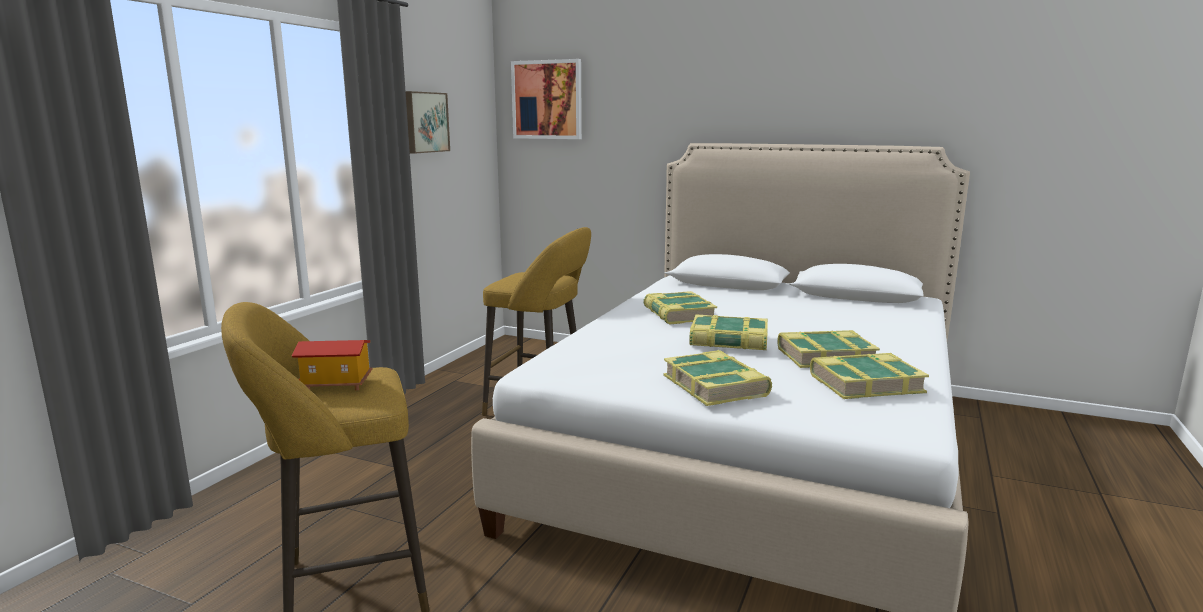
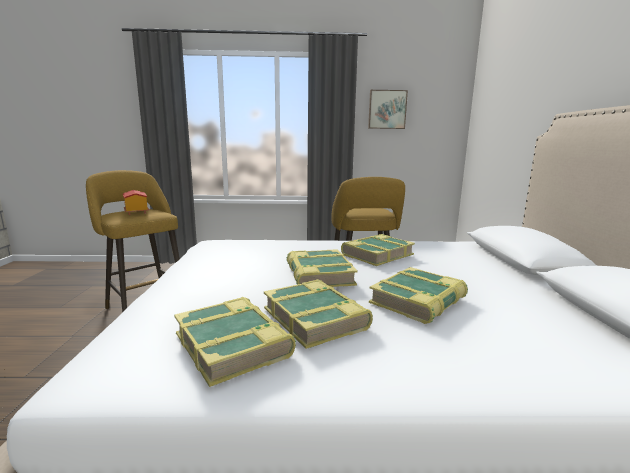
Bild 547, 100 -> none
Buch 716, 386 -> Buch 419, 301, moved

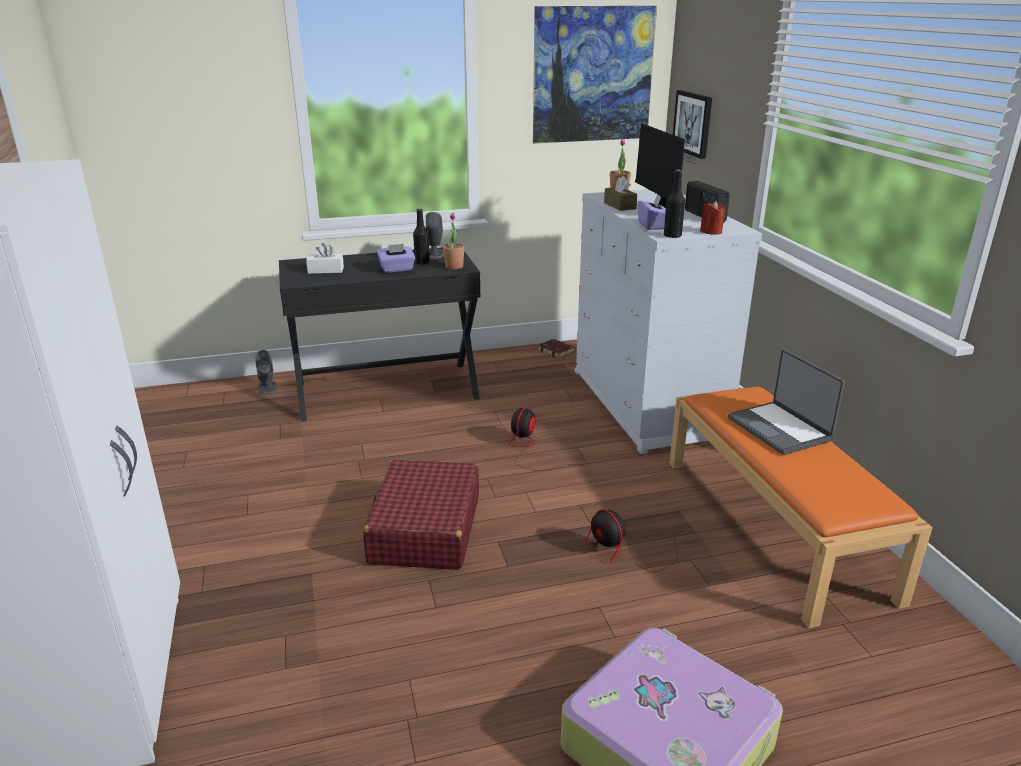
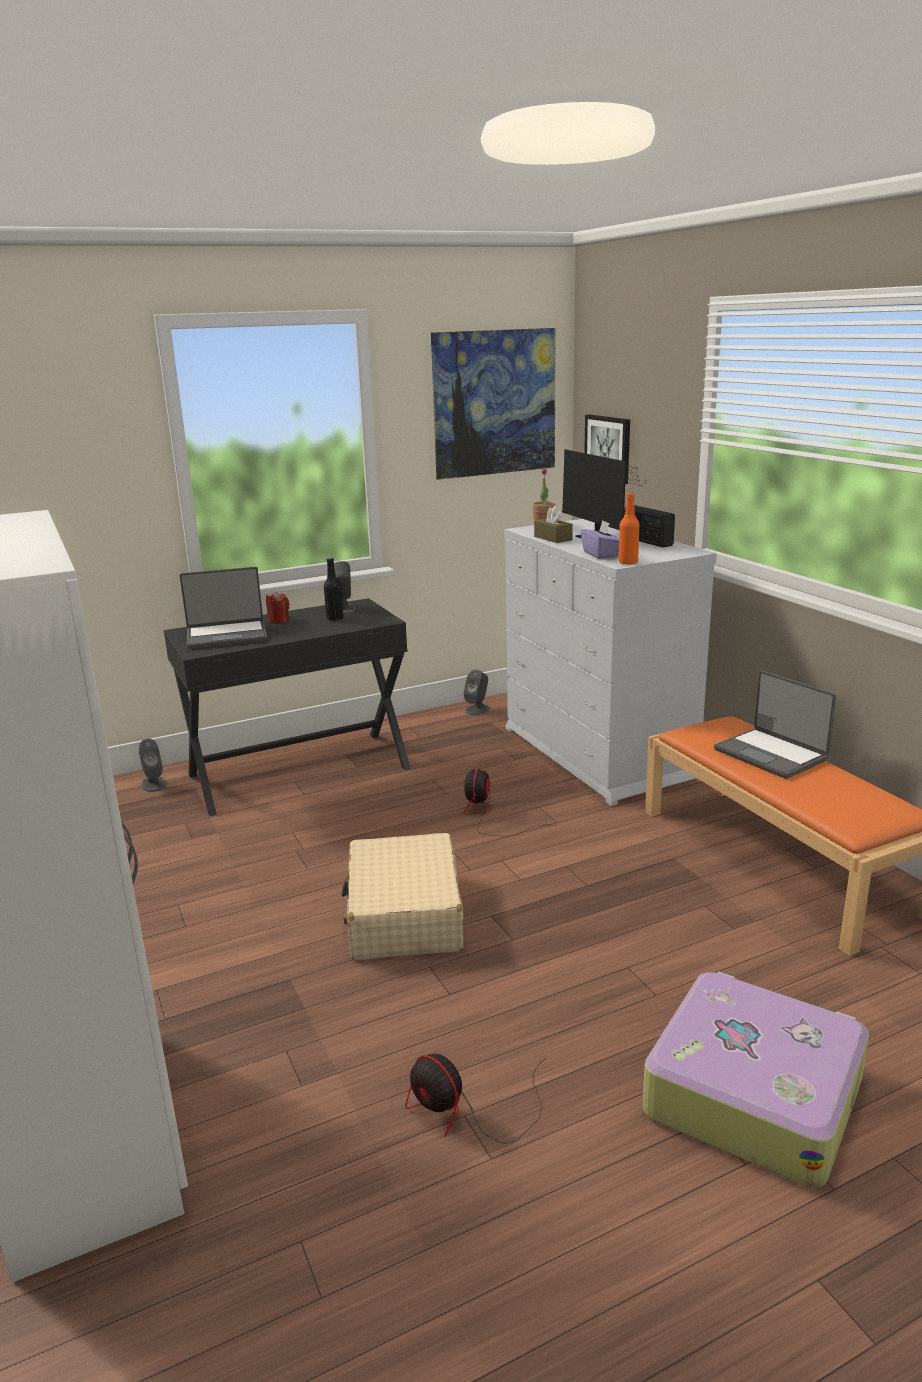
Flasche/schwarz 672, 236 -> Flasche/orange 628, 563
Kerze/rot 711, 231 -> Kerze/rot 279, 620, moved
Topfpflanze 454, 266 -> none
Taschentuchbox/weiß 326, 270 -> Laptop 227, 636
Taschentuchbox/lila 397, 269 -> none
Buch/braun 556, 351 -> Lautsprecher/grau 477, 709
Koffer/rot 425, 530 -> Koffer/beige 404, 915
Ventilator 627, 551 -> Ventilator 467, 1111, moved

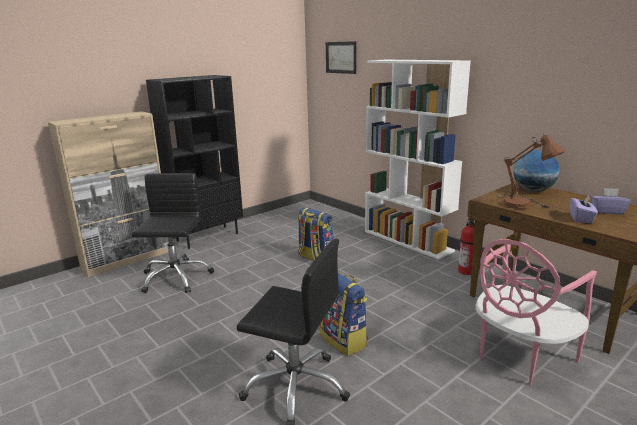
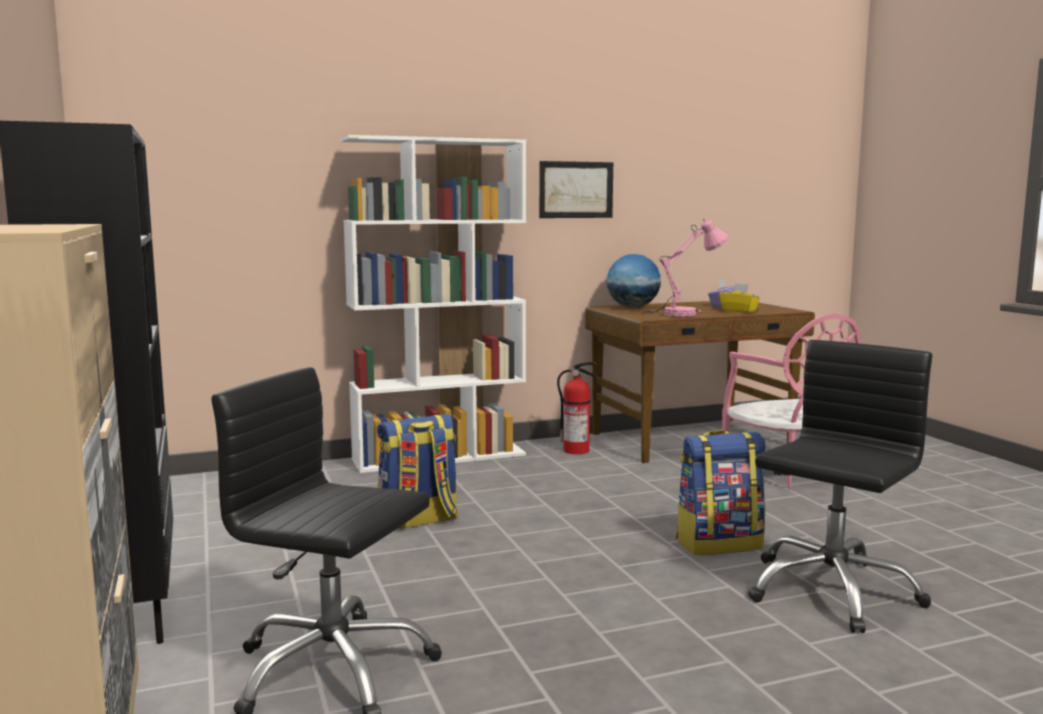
Bild 341, 57 -> Bild 576, 190, moved
Tischlampe/braun 524, 205 -> Tischlampe/rosa 682, 314
Taschentuchbox/lila 581, 218 -> Taschentuchbox/gelb 739, 311

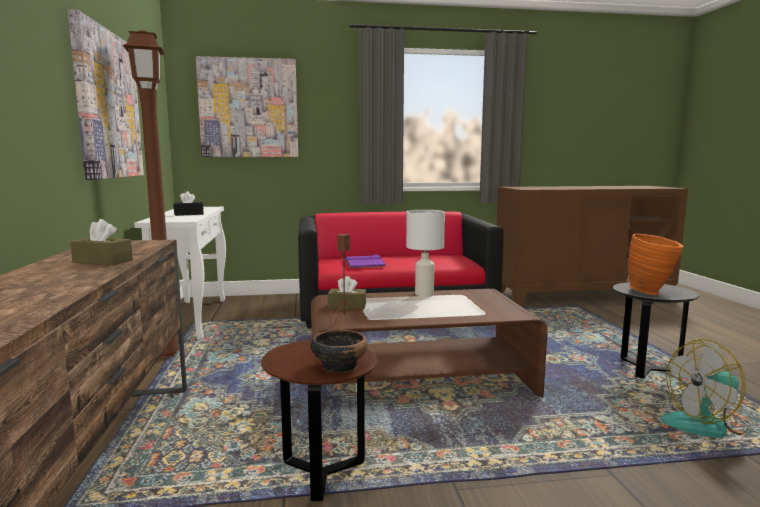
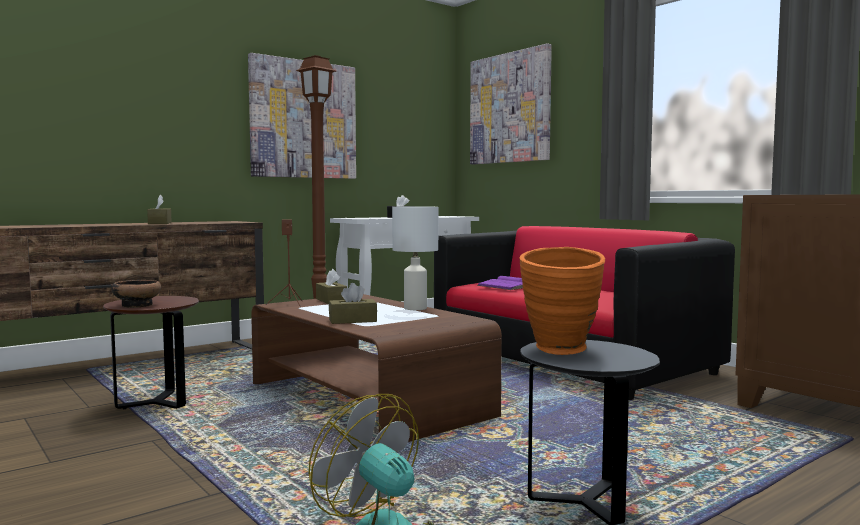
none -> Taschentuchbox/braun 352, 320

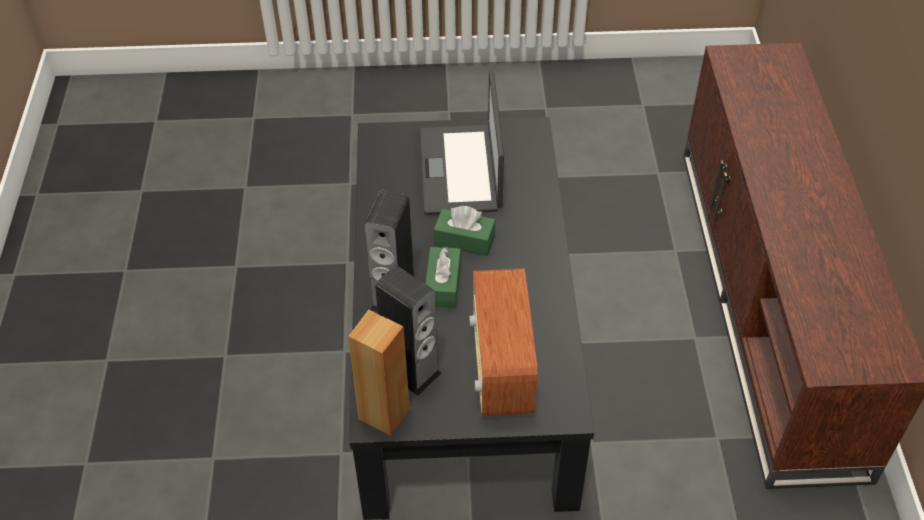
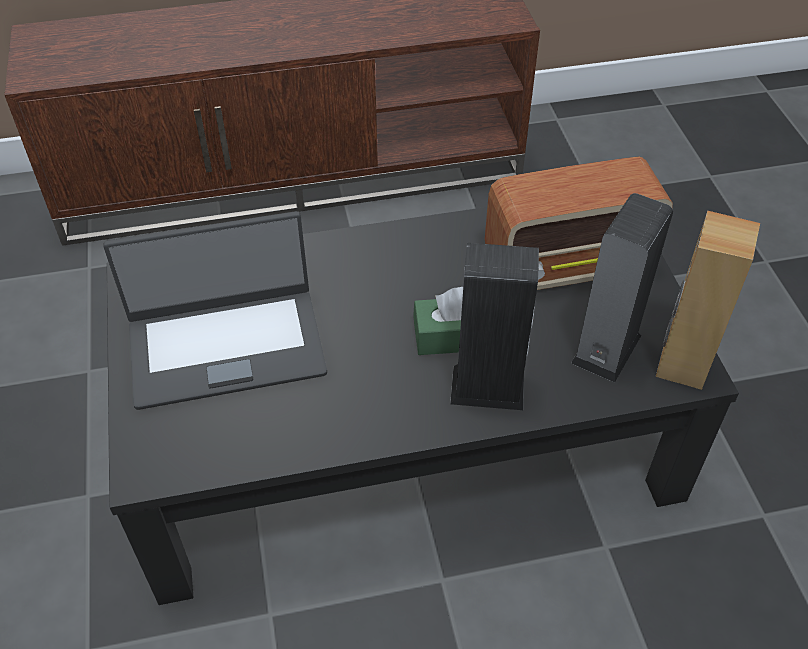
Taschentuchbox/grün 464, 240 -> none

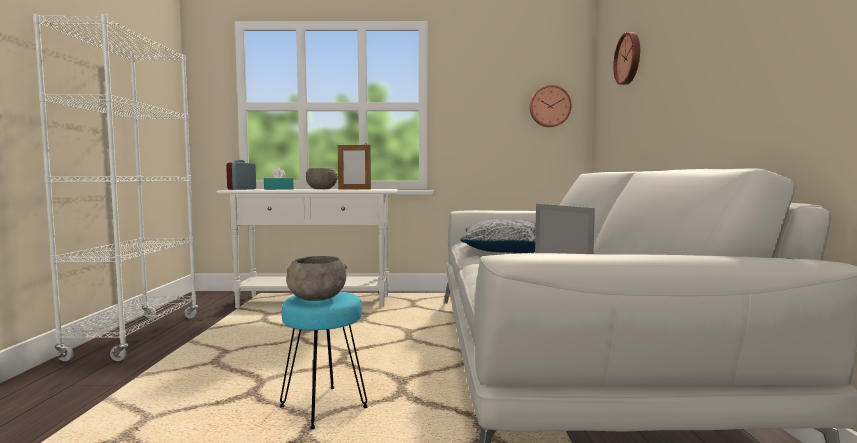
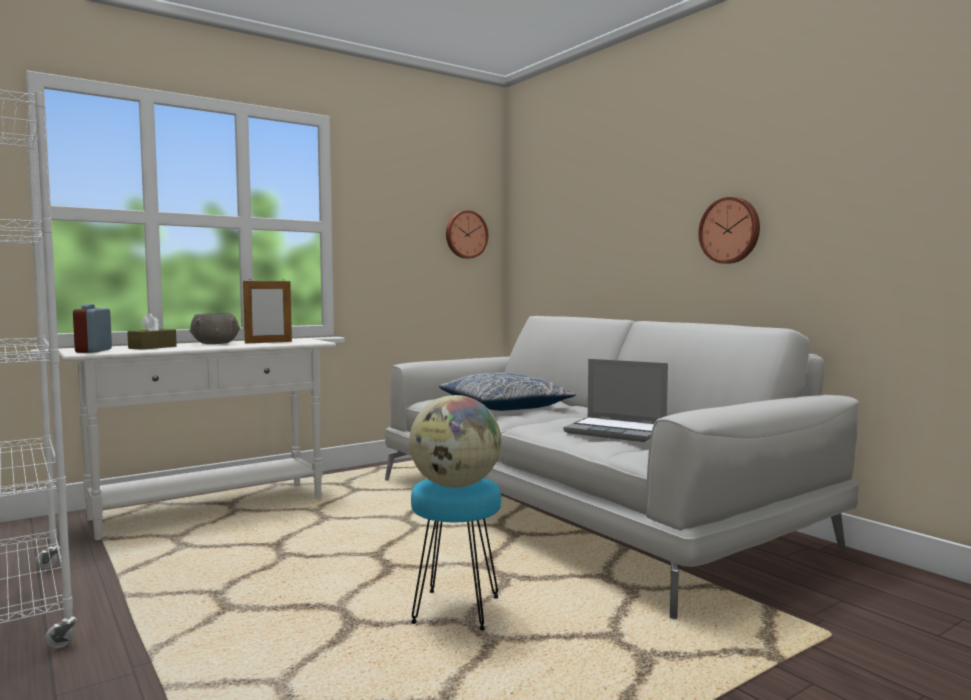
Wanduhr 629, 58 -> Wanduhr 730, 230, moved
Taschentuchbox/türkis 278, 189 -> Taschentuchbox/braun 152, 347
Schüssel/grau 316, 298 -> Globus 455, 486

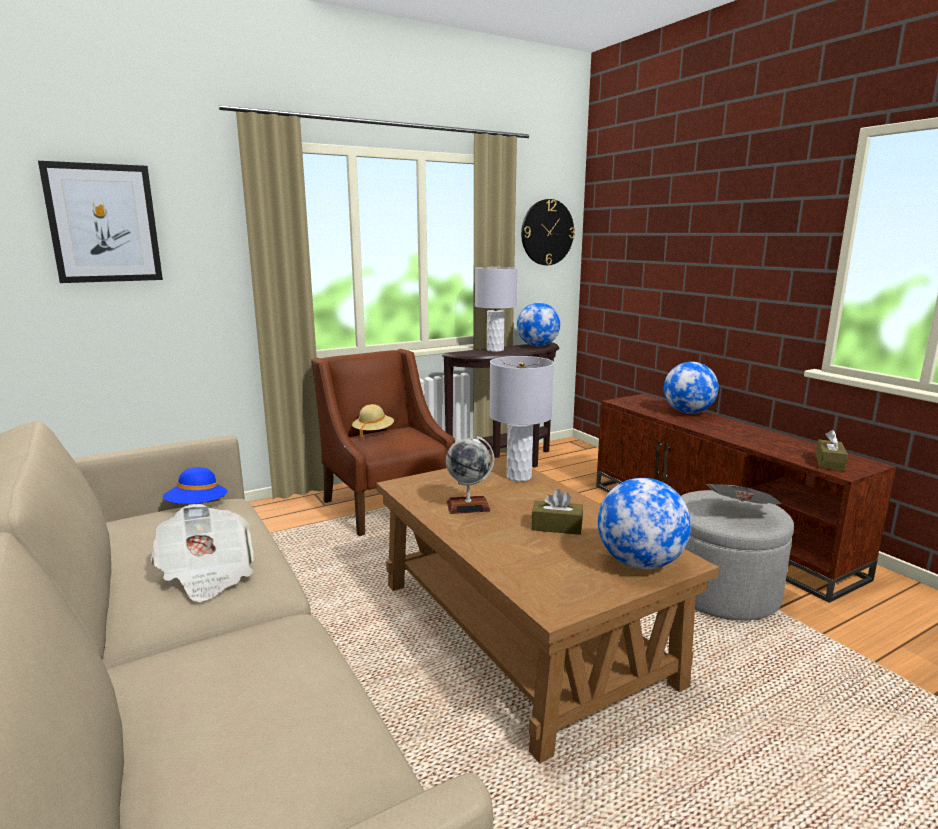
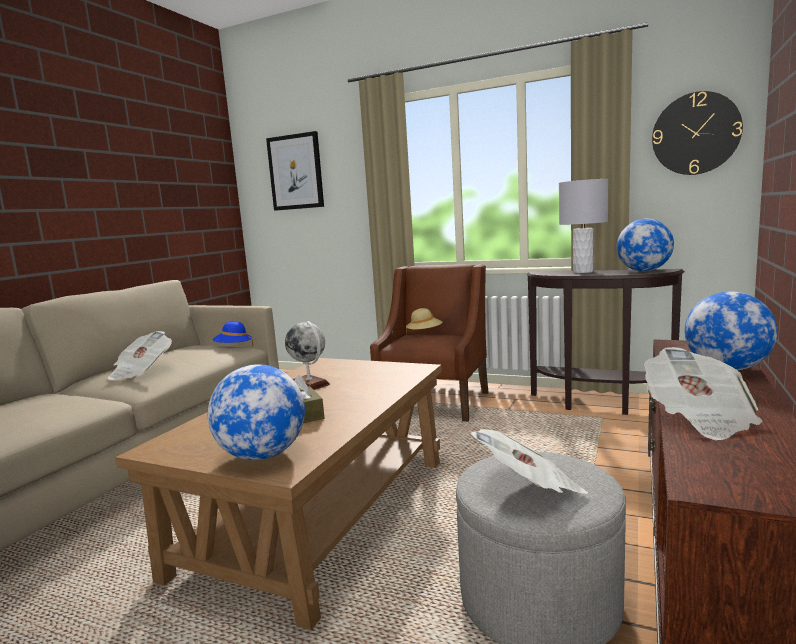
Tischlampe/grau 519, 477 -> none
Taschentuchbox/braun 829, 463 -> none
none -> Zeitung 698, 418

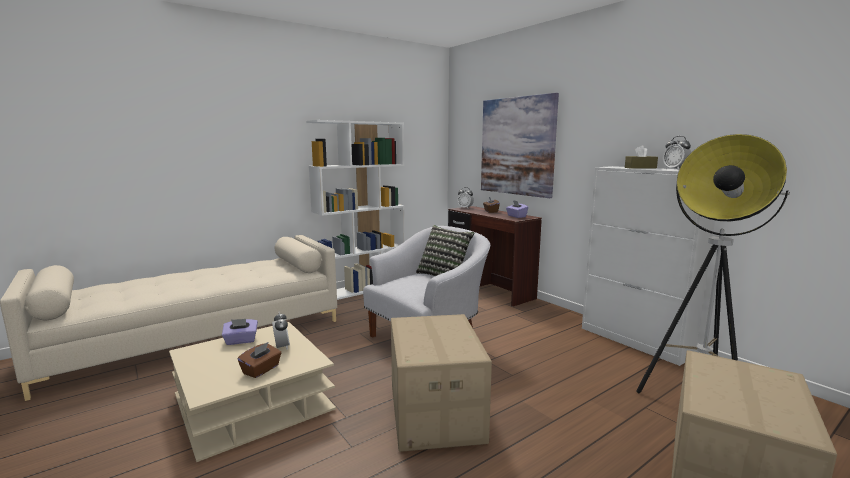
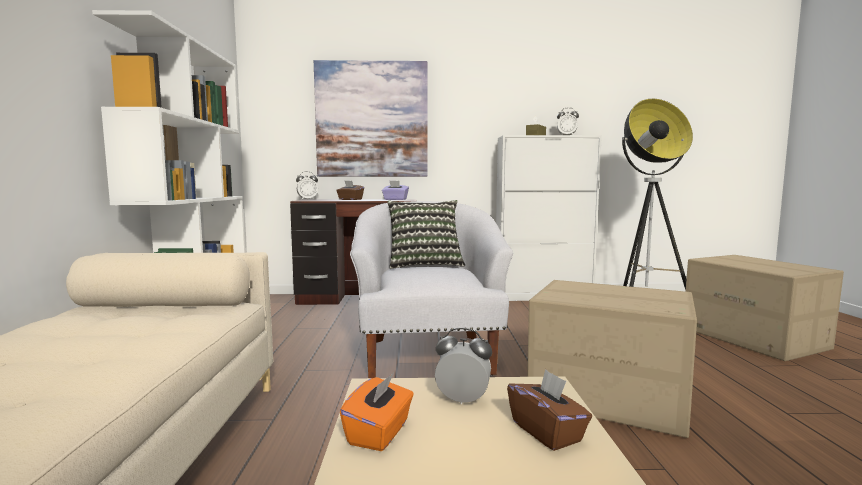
Taschentuchbox/lila 241, 341 -> Taschentuchbox/orange 379, 433

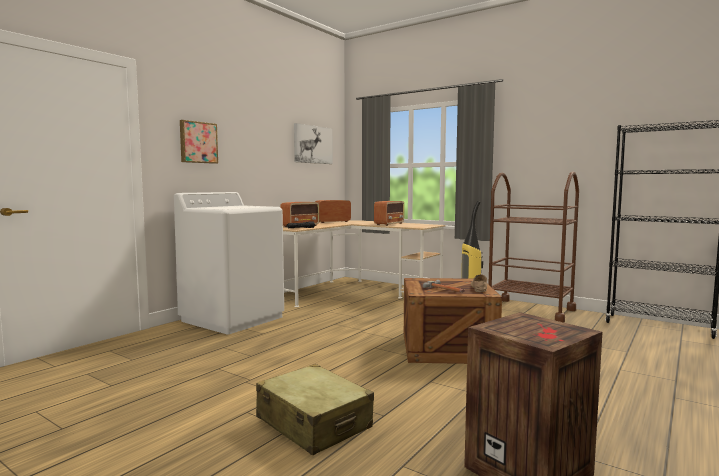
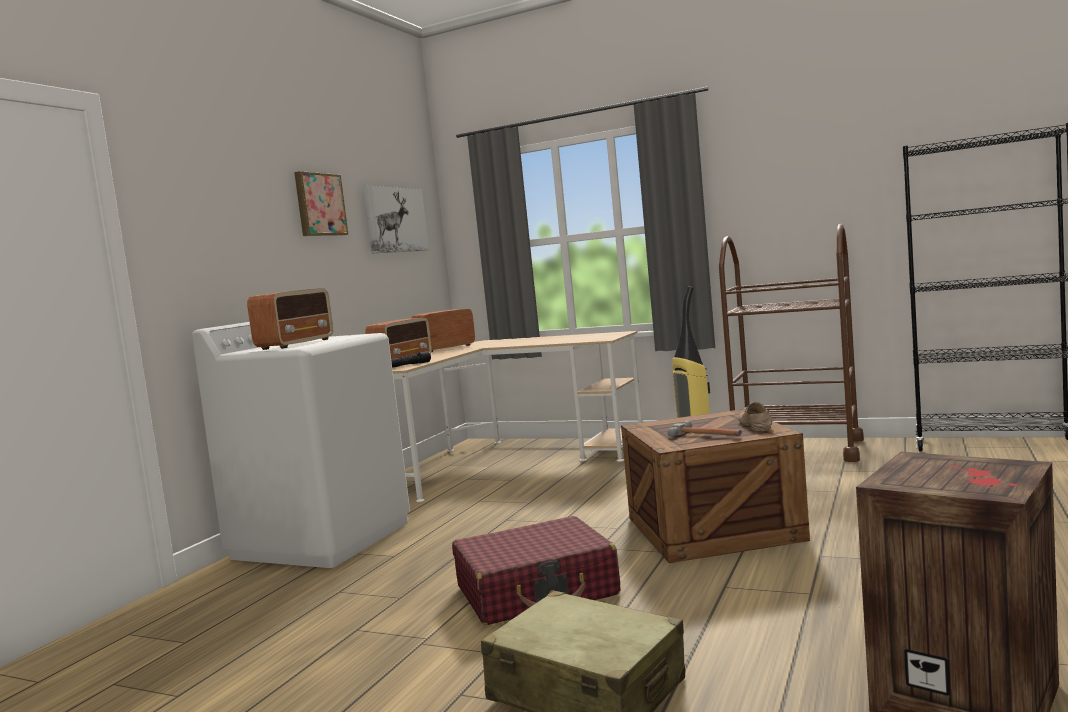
Bild 198, 142 -> Bild 319, 205, moved
Radio 389, 224 -> Radio 296, 344, moved
none -> Koffer/rot 537, 591

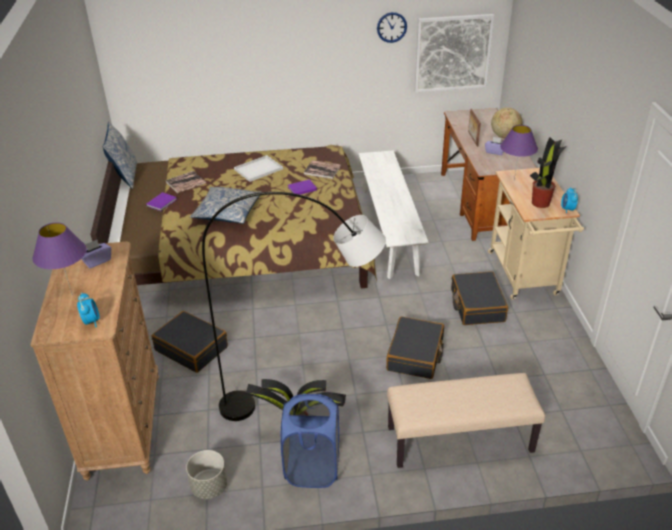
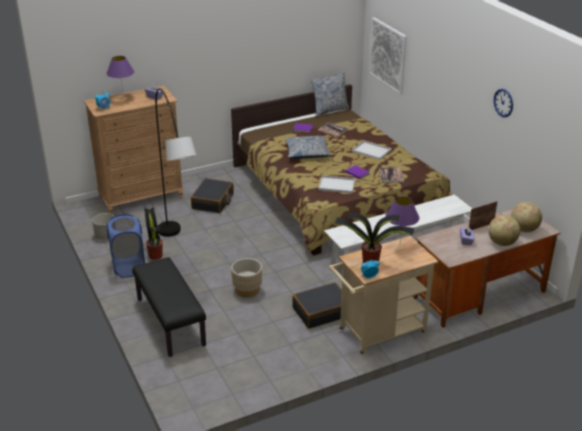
Bild 452, 53 -> Bild 388, 55, moved
Koffer/schwarz 415, 355 -> Pflanzkübel/beige 247, 290
Bank/beige 459, 440 -> Bank/schwarz 169, 322
none -> Tablett/weiß 337, 185
none -> Globus 524, 229

